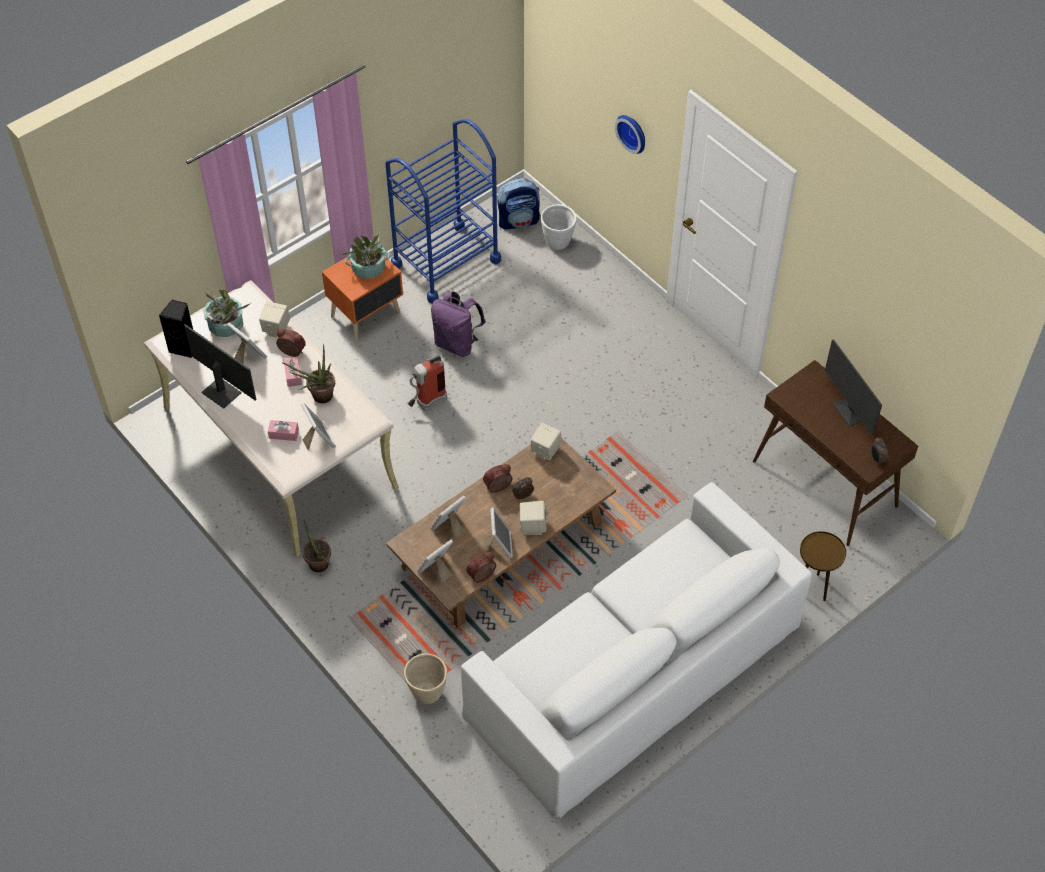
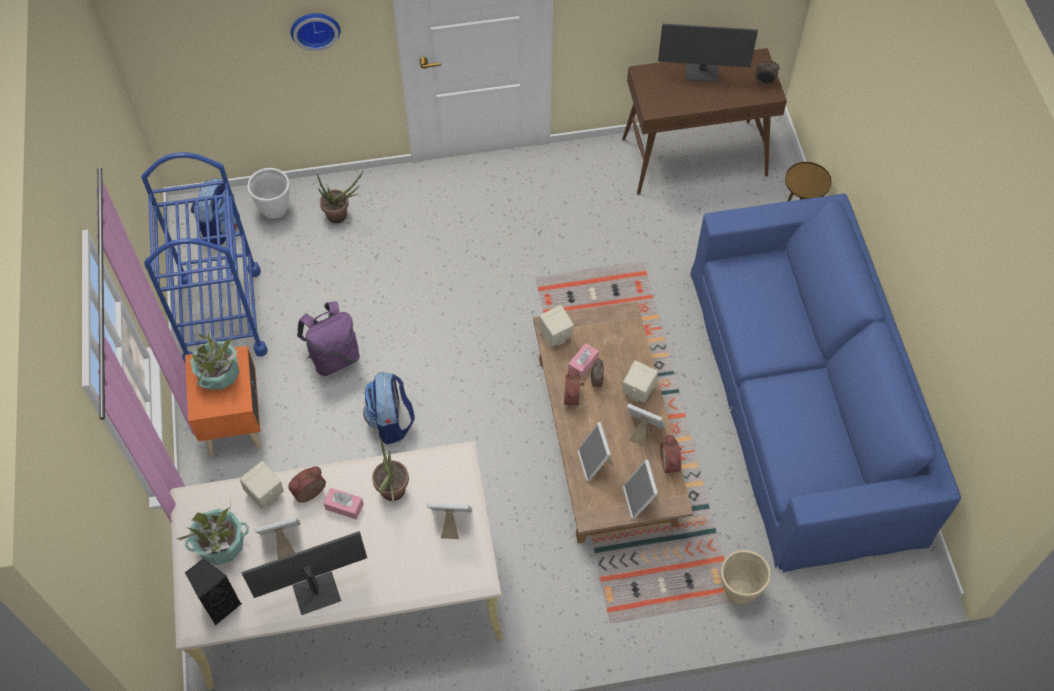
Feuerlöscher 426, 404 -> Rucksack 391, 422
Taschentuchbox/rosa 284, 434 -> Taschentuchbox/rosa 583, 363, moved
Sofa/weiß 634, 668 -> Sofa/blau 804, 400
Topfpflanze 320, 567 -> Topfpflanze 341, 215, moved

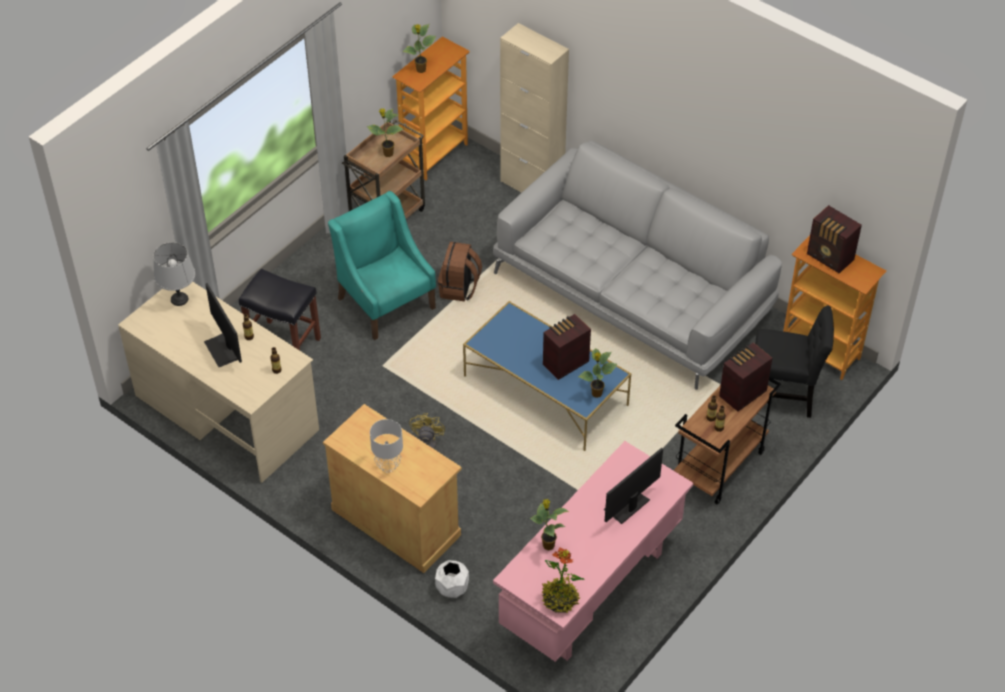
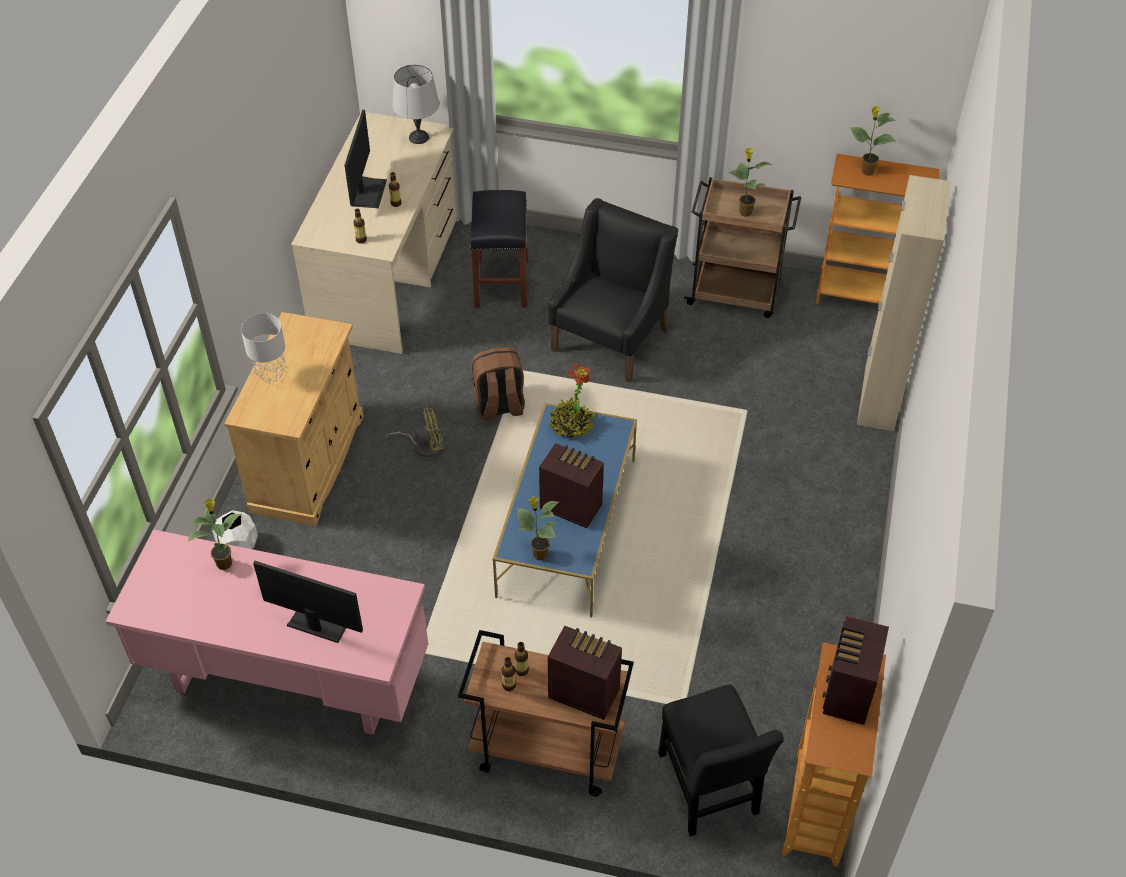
Sofa/grau 633, 292 -> none
Sessel/türkis 386, 302 -> Sessel/schwarz 611, 339
Rucksack/braun 459, 288 -> Rucksack/braun 499, 406, moved
Monitor 223, 349 -> Monitor 368, 192, 150 degrees clockwise
Topfpflanze 560, 600 -> Topfpflanze 571, 426, moved

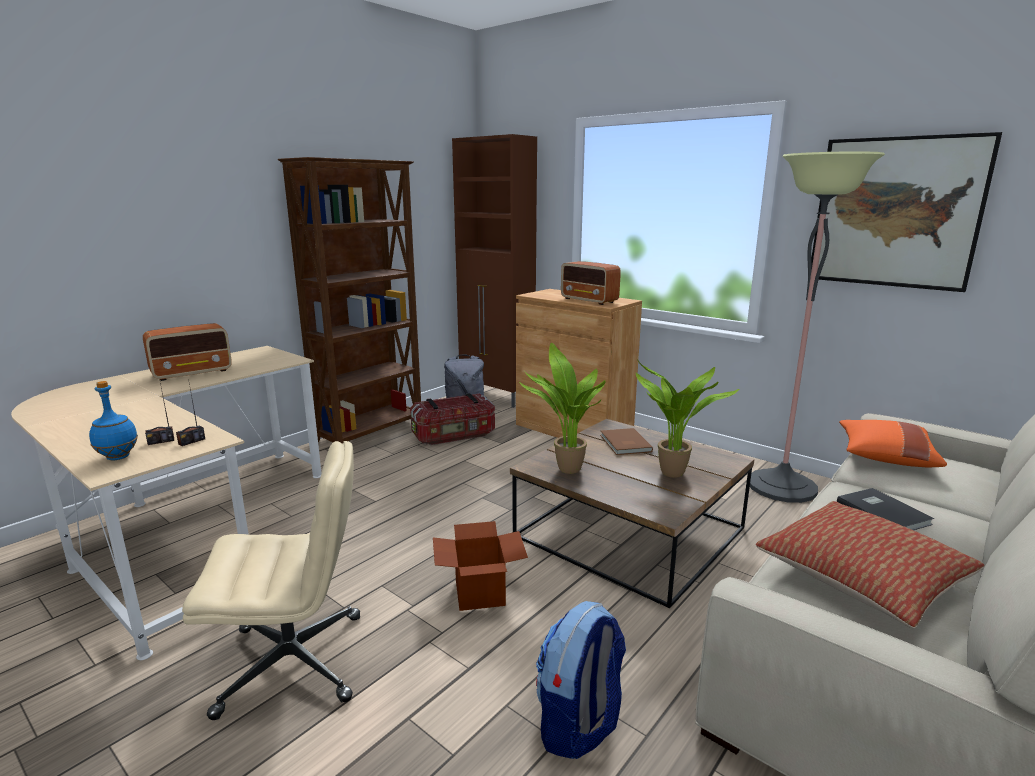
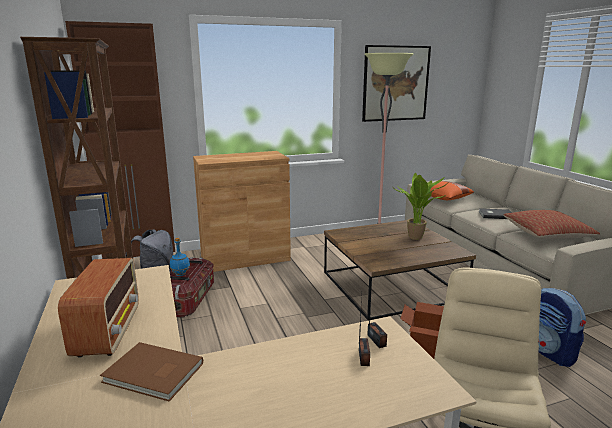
Radio 589, 300 -> none
Topfpflanze 565, 470 -> none
Flasche/blau 118, 457 -> Flasche/blau 181, 274, moved
Buch/braun 624, 443 -> Buch/braun 153, 374, moved

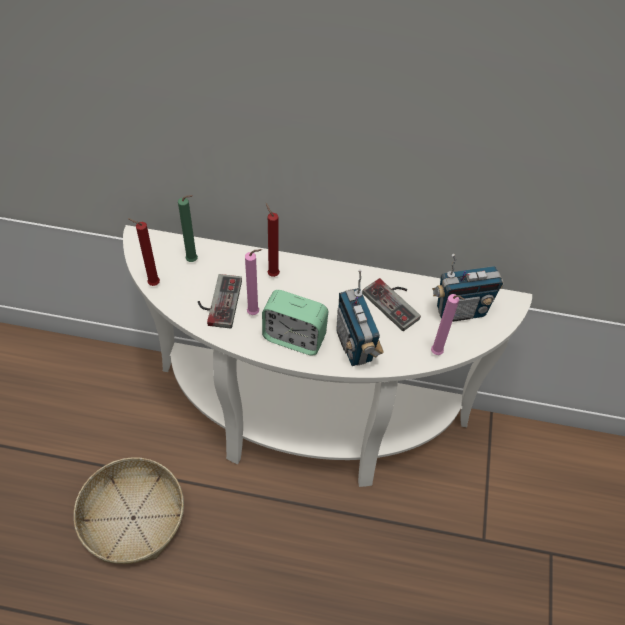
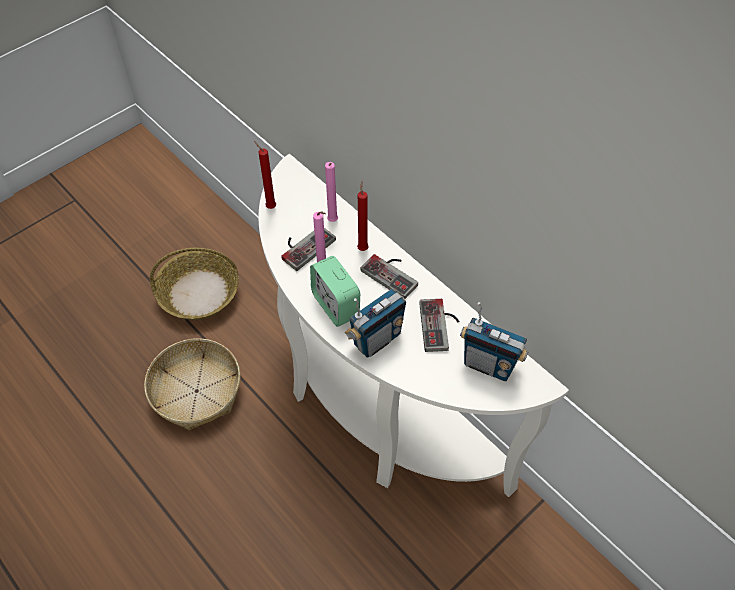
Kerze/grün 194, 261 -> none
Radio 355, 345 -> Radio 376, 339, 150 degrees counterclockwise
Kerze/rosa 437, 354 -> Kerze/rosa 332, 222, moved
none -> Korb 199, 293
none -> Gamepad 393, 273

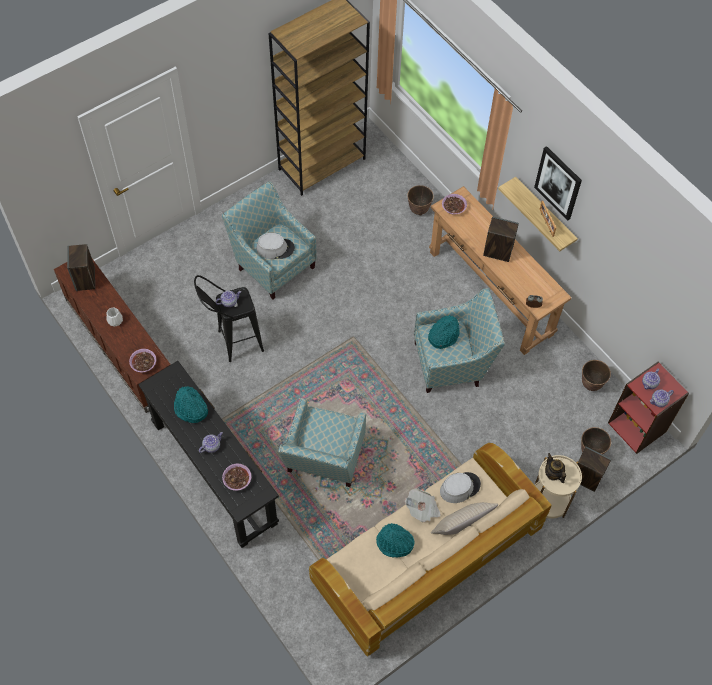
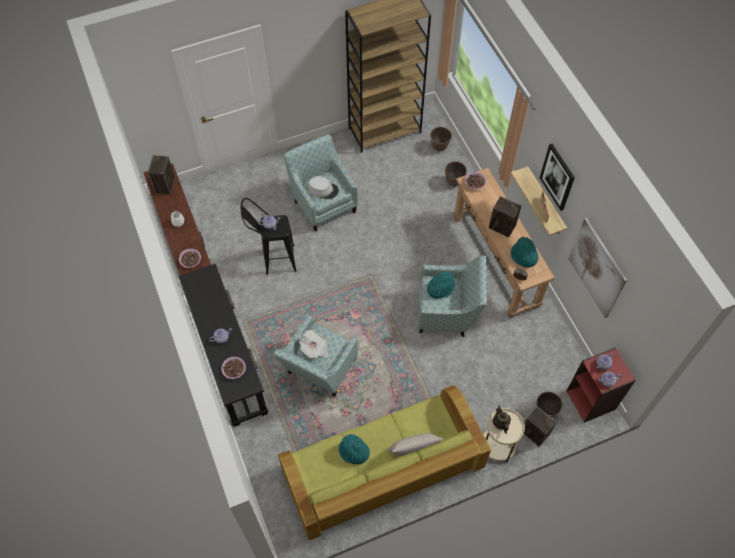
Pflanzkübel 591, 384 -> Pflanzkübel 439, 147, moved
Hut/türkis 190, 409 -> Hut/türkis 523, 256, moved
Sofa/beige 427, 557 -> Sofa/grün 382, 469
Hut/grau 460, 487 -> none
Zeitung 422, 509 -> Zeitung 314, 348, moved
none -> Bild 597, 268

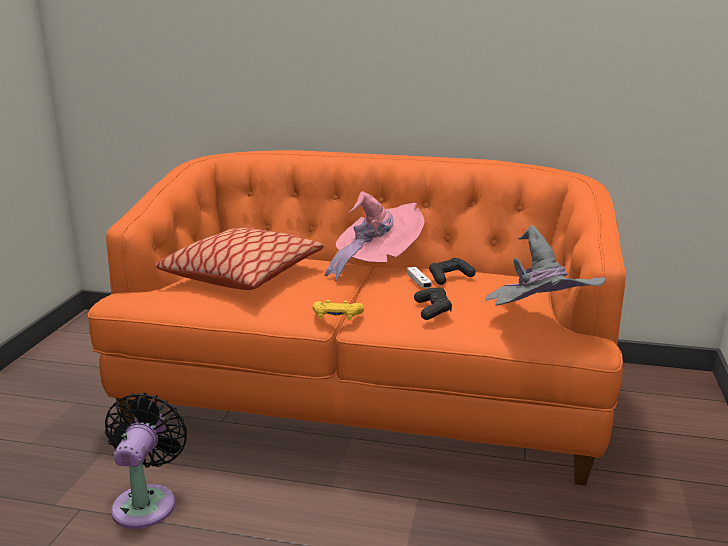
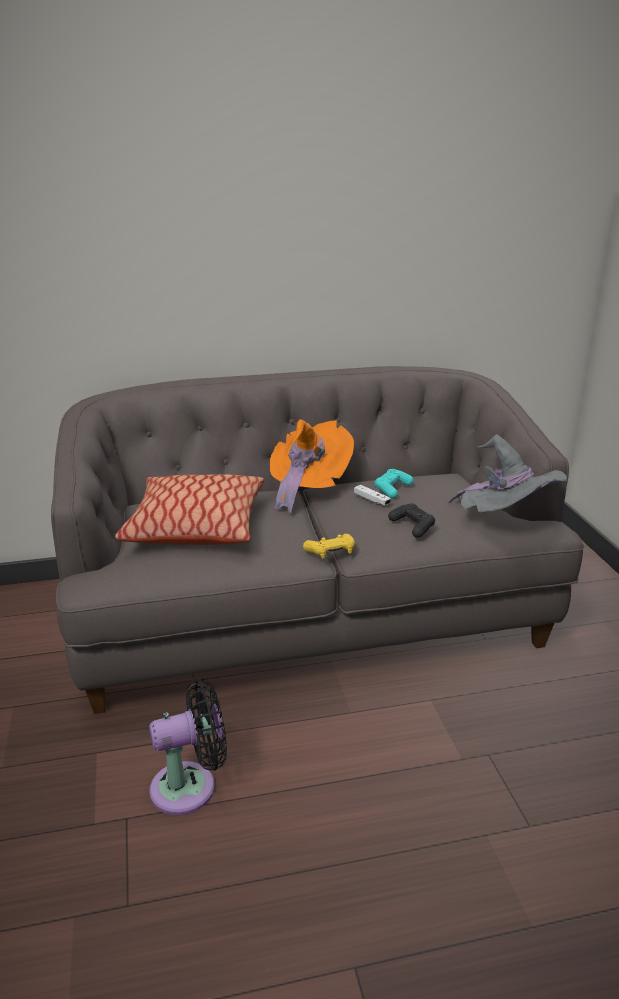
Sofa/orange 364, 397 -> Sofa/grau 310, 617
Hut/rosa 375, 264 -> Hut/orange 307, 487
Gamepad/schwarz 449, 277 -> Gamepad/türkis 392, 489
Ventilator/schwarz 146, 502 -> Ventilator/schwarz 190, 786, 90 degrees clockwise

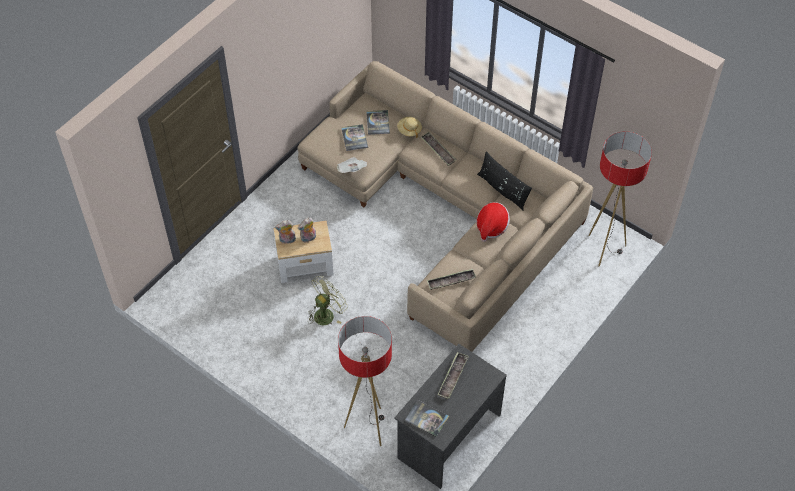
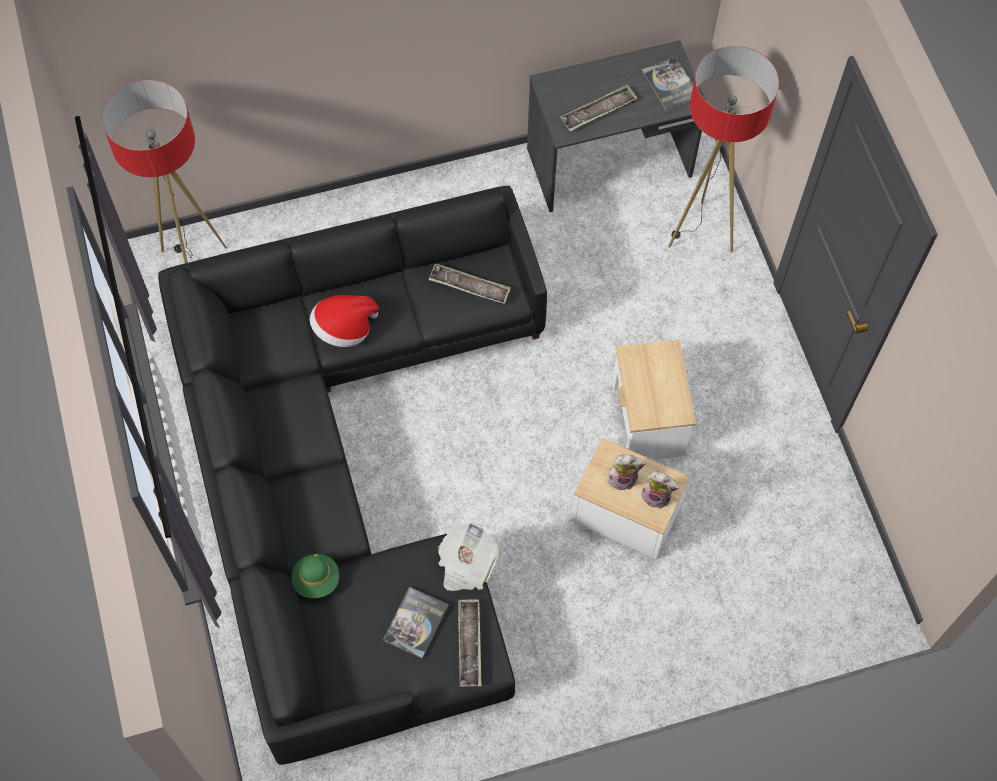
Sofa/beige 446, 209 -> Sofa/schwarz 348, 470
Buch 378, 123 -> none
Hut/beige 409, 130 -> Hut/grün 316, 580
Tablett 438, 150 -> Tablett 469, 644, moved
Kissen/schwarz 503, 190 -> none
Ventilator/grün 326, 313 -> Beistelltisch 646, 418

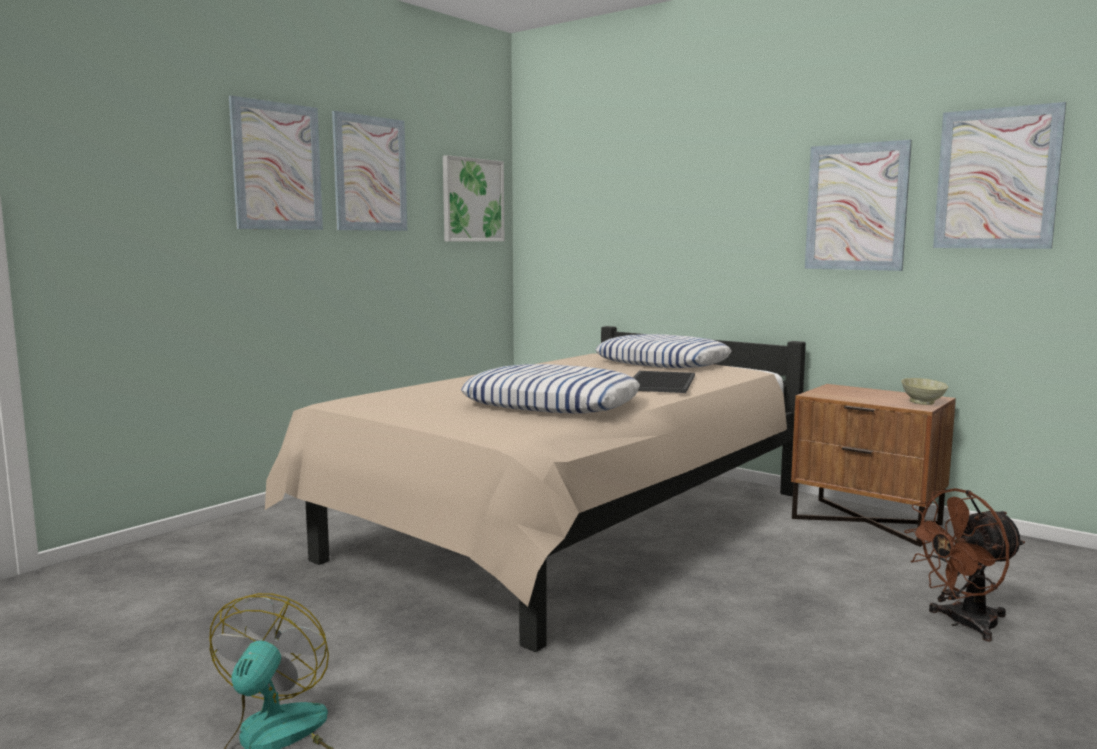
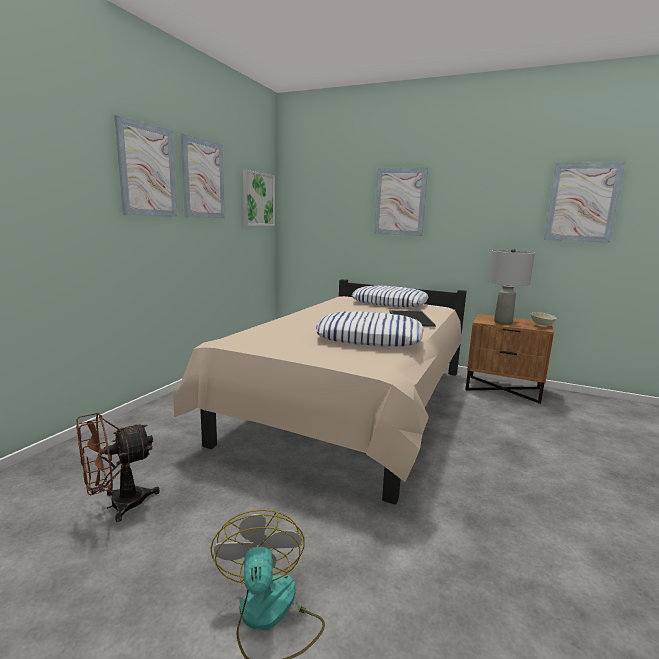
Bild 856, 207 -> Bild 400, 202, moved
Ventilator/braun 962, 624 -> Ventilator/braun 118, 505, moved
none -> Tischlampe/grau 502, 322

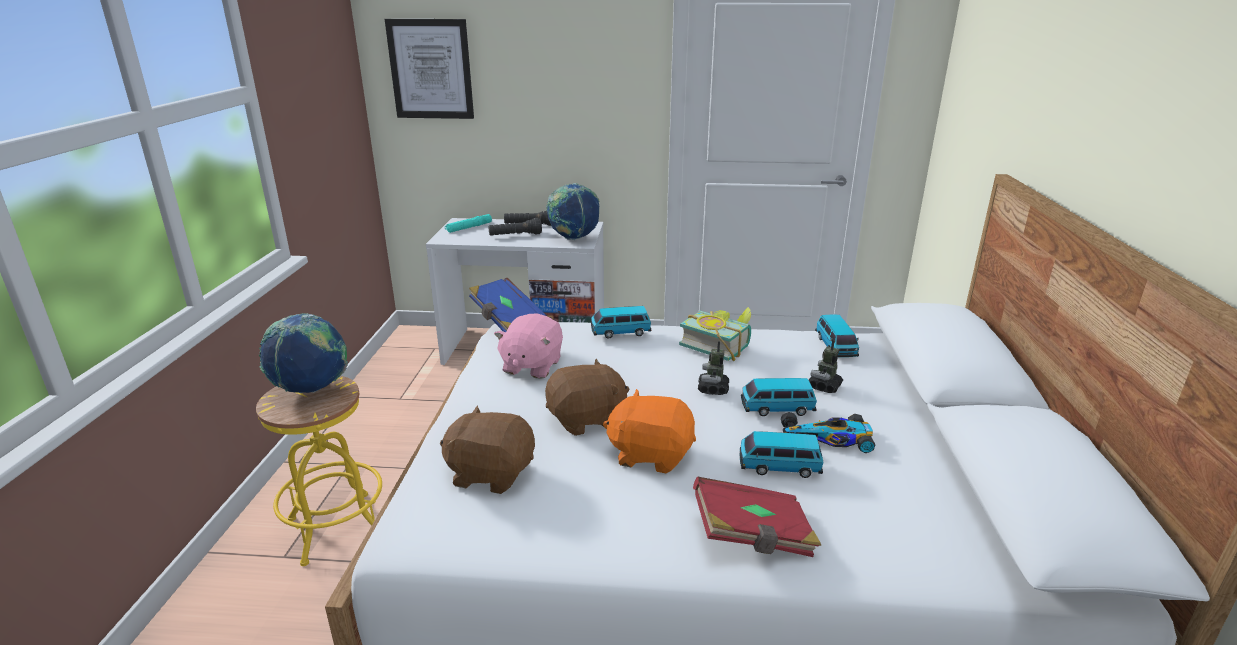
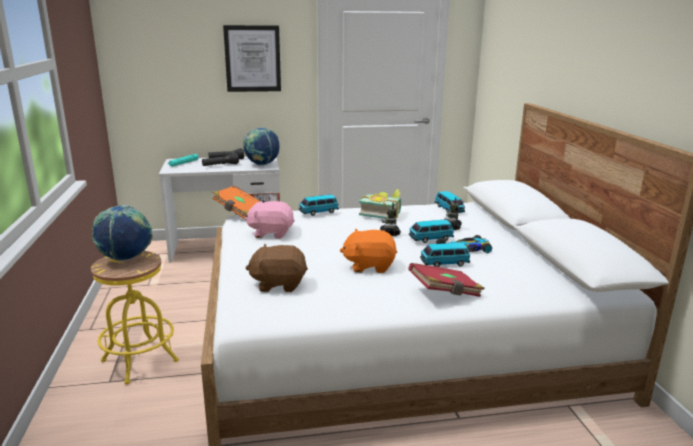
Bild 431, 69 -> Bild 252, 58, moved
Buch/blau 507, 320 -> Buch/orange 239, 212
Plüschtier/rosa 531, 366 -> Plüschtier/rosa 271, 233, 90 degrees clockwise
Plüschtier/braun 586, 419 -> none

